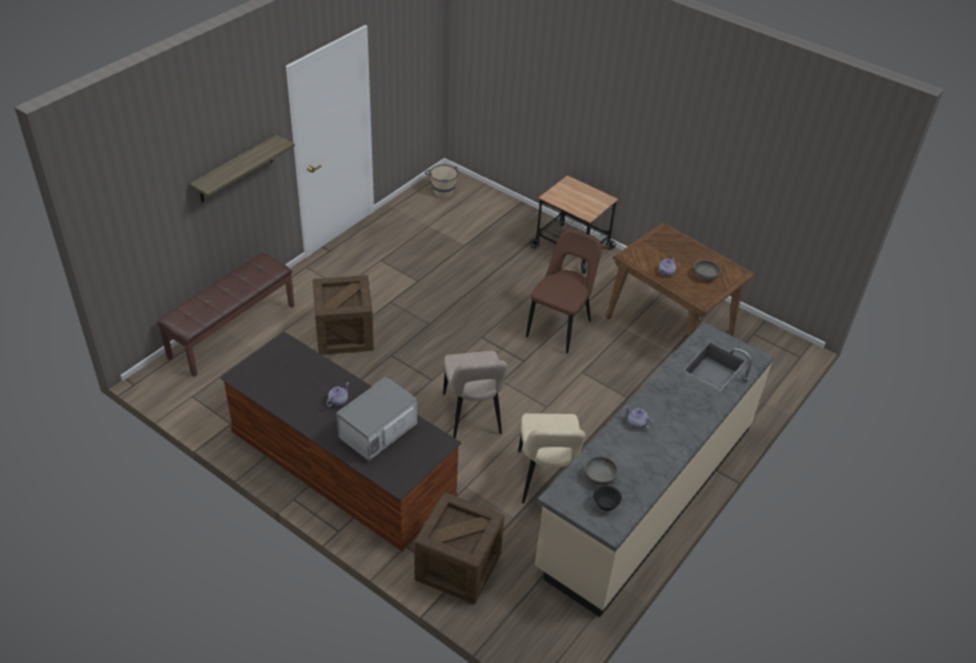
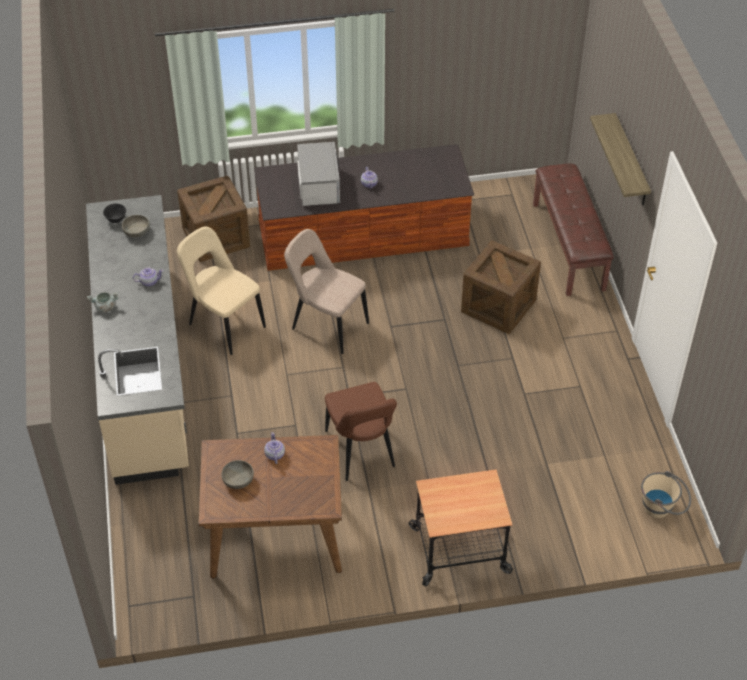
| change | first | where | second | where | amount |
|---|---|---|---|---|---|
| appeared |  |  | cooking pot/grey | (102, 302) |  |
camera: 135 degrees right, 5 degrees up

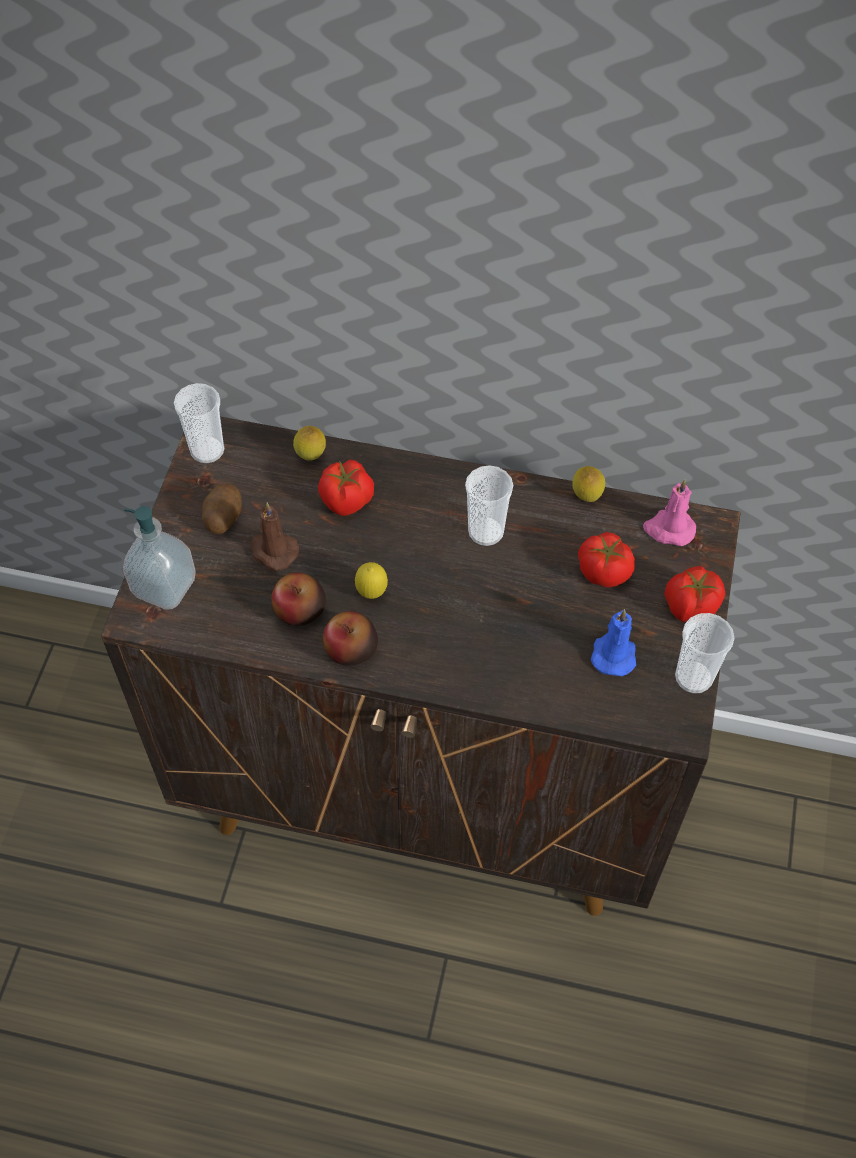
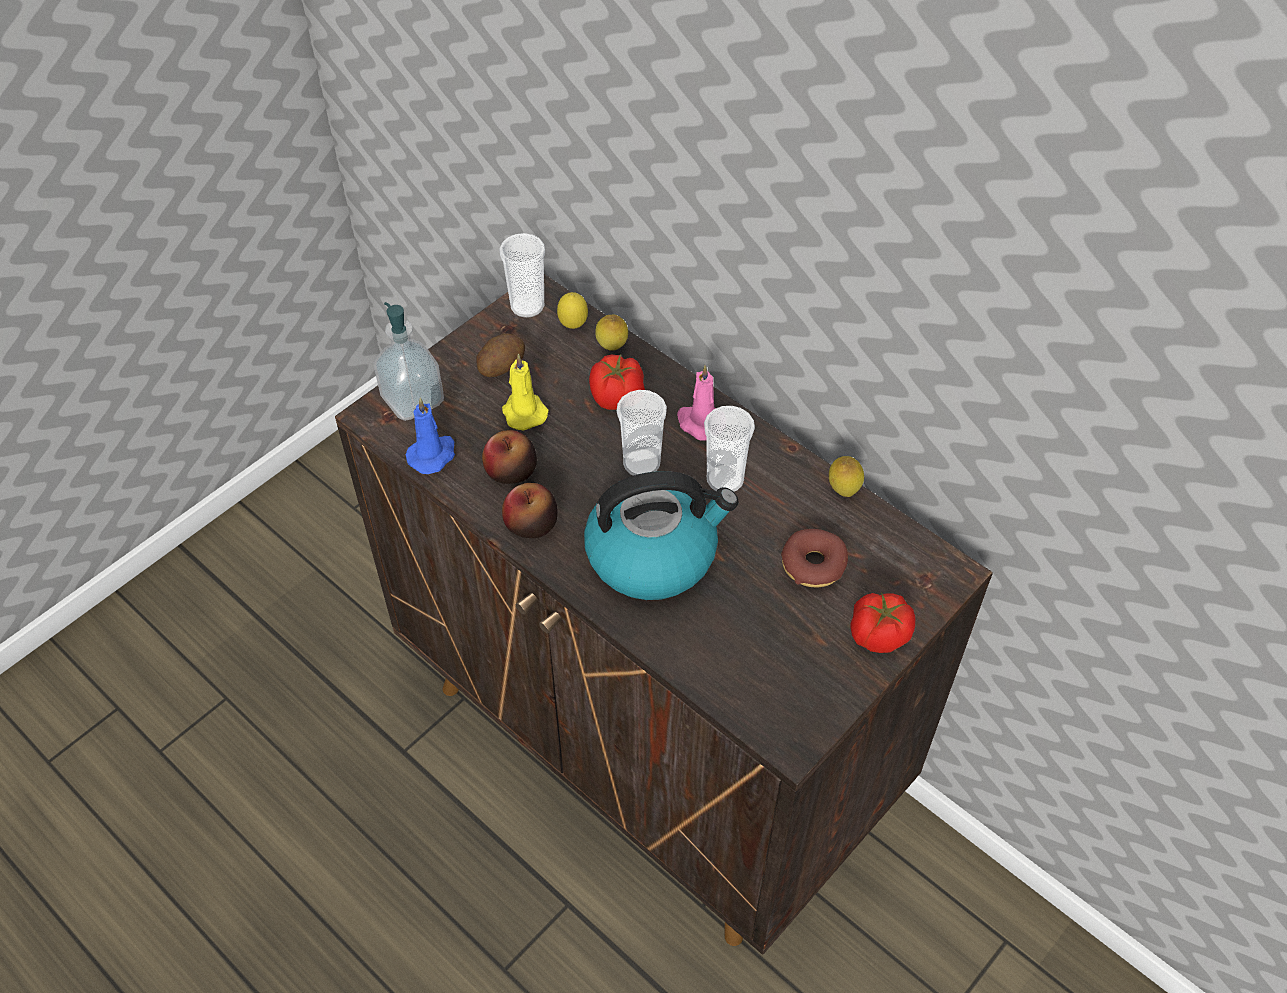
| change | first | where | second | where | amount |
|---|---|---|---|---|---|
| colour | candle/brown | (275, 536) | candle/yellow | (525, 392) |  |
| relocated | lemon | (371, 580) |  | (572, 310) |  |
| exchanged | tomato | (606, 560) | donut | (814, 558) |  |
| relocated | candle/blue | (613, 642) |  | (430, 435) |  |
| relocated | candle/pink | (669, 512) |  | (696, 403) |  |
| relocated | cup | (705, 653) |  | (642, 433) |  |
| appeared |  |  | kettle | (661, 535) |  |
camera: 30 degrees right, 5 degrees down

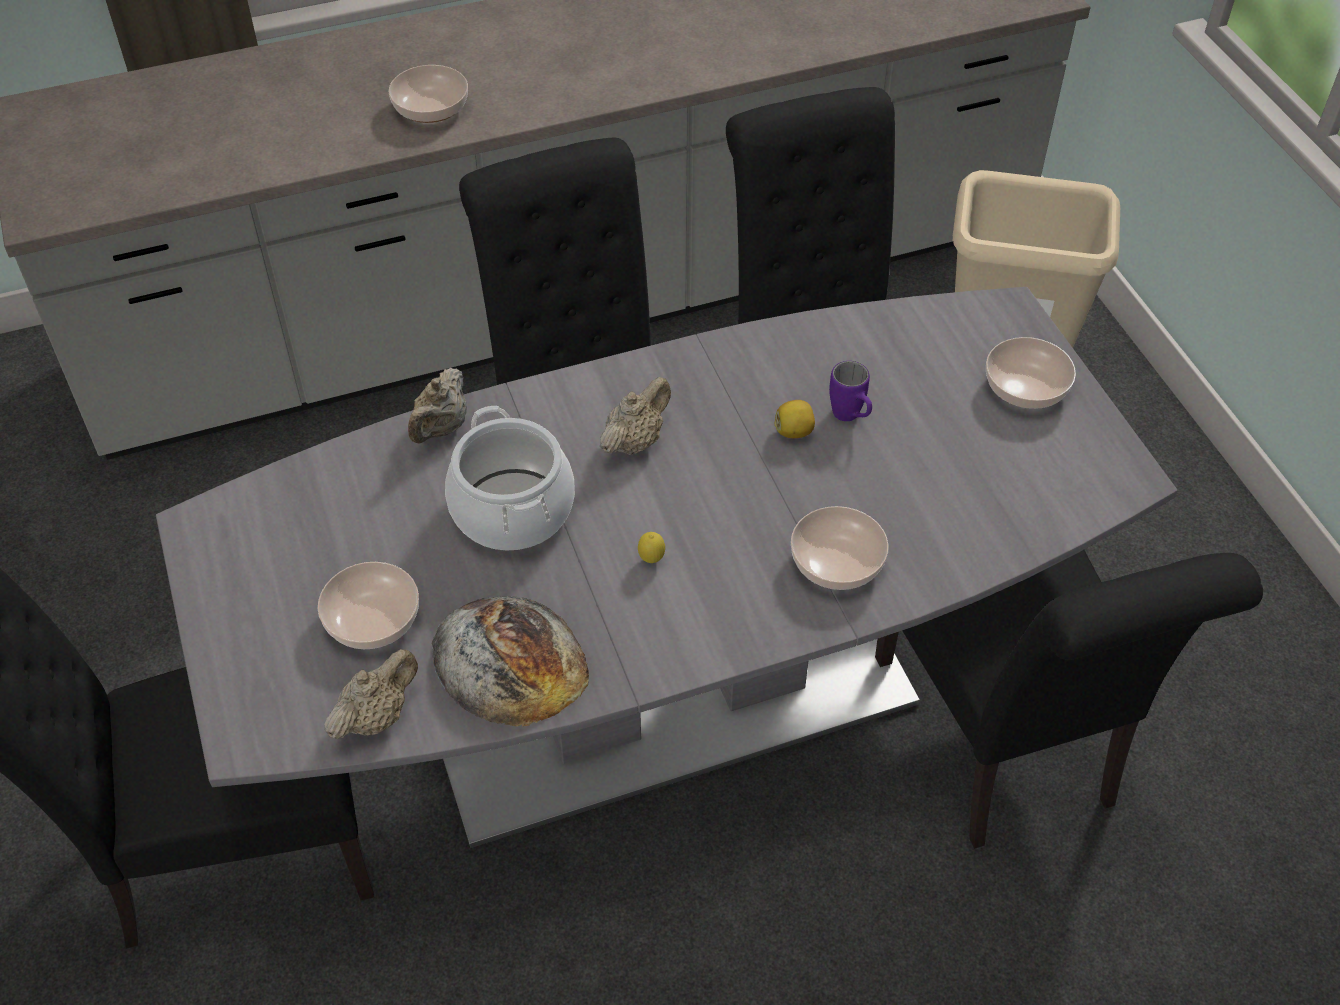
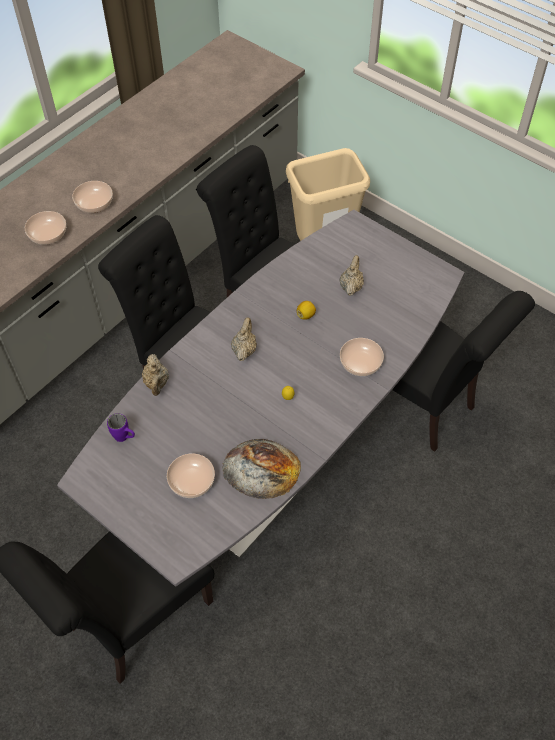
| change | first | where | second | where | amount |
|---|---|---|---|---|---|
| relocated | teapot/beige | (371, 694) |  | (352, 275) |  |
| missing | cooking pot | (510, 478) |  |  |  |
| relocated | mug/purple | (850, 391) |  | (121, 427) |  |
| relocated | bowl | (1031, 373) |  | (92, 197) |  |
camera: 30 degrees left, 5 degrees up

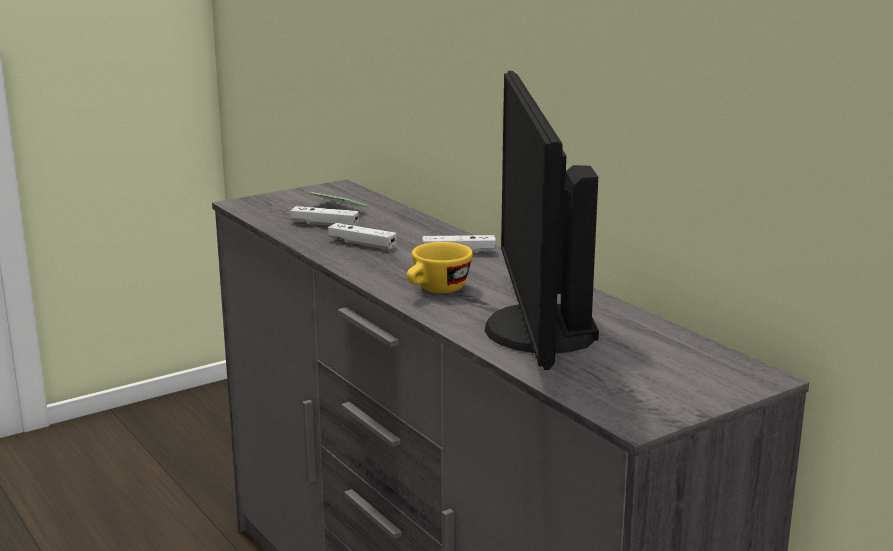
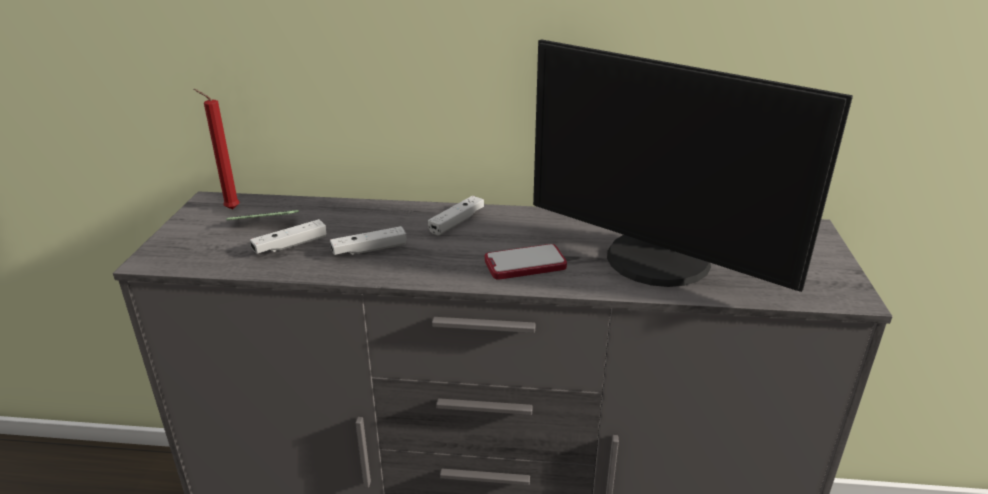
| change | first | where | second | where | amount |
|---|---|---|---|---|---|
| exchanged | cup/yellow | (440, 267) | phone | (526, 262) |  |
| appeared |  |  | candle/red | (216, 149) |  |
camera: 50 degrees left, 10 degrees up

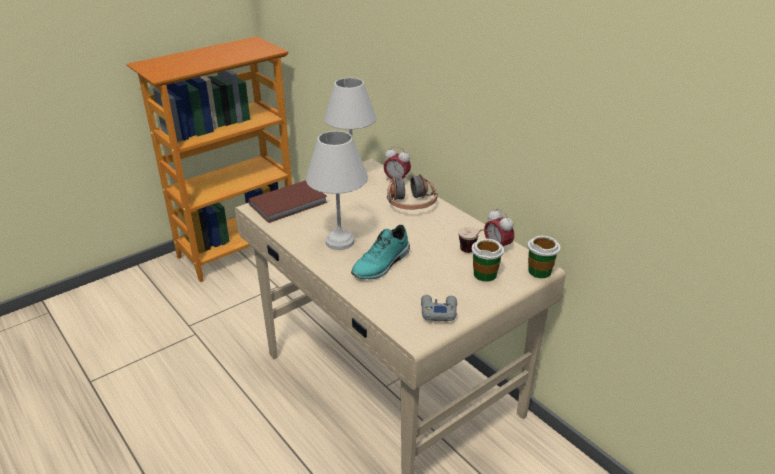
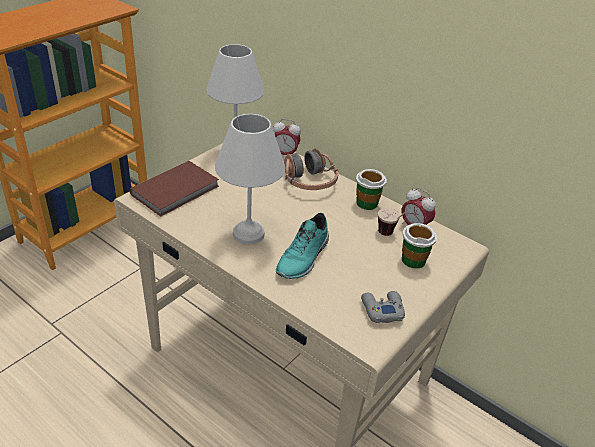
| change | first | where | second | where | amount |
|---|---|---|---|---|---|
| relocated | cup | (544, 257) |  | (371, 189) |  |
camera: 15 degrees left, 5 degrees up

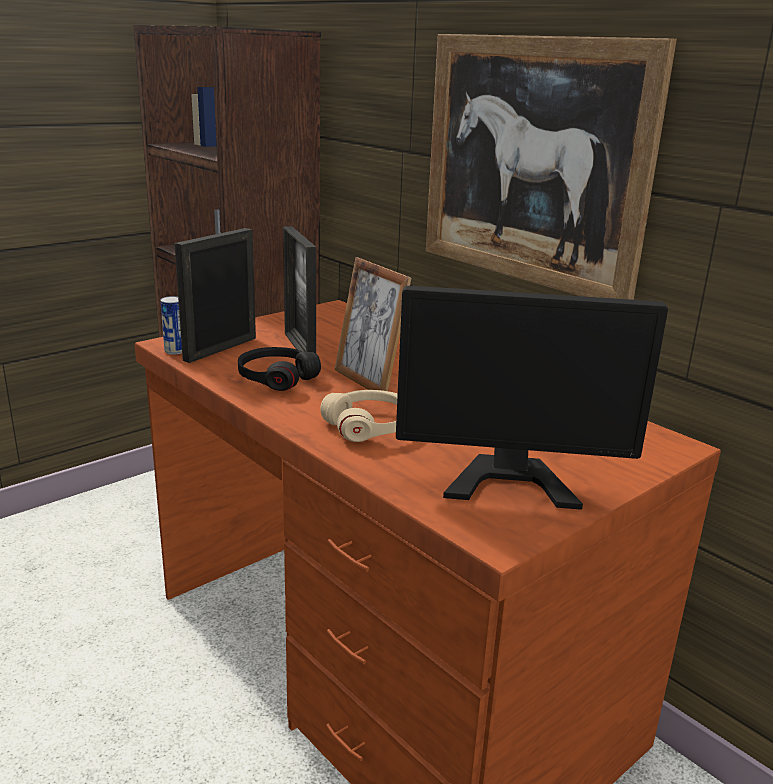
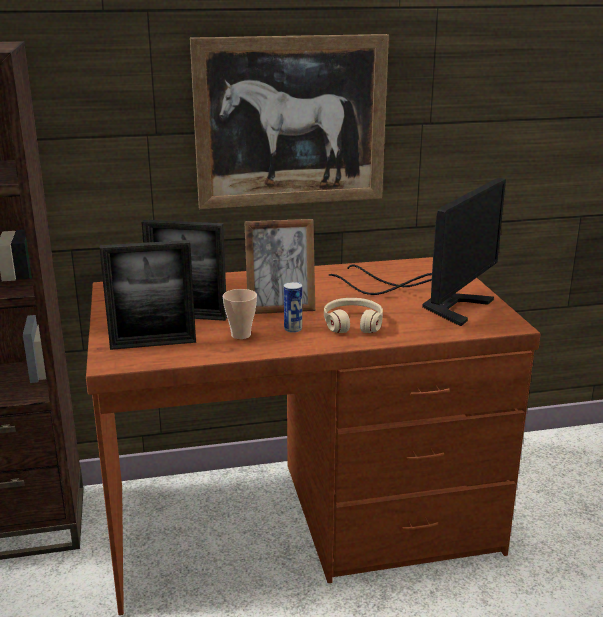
| change | first | where | second | where | amount |
|---|---|---|---|---|---|
| relocated | can | (171, 325) |  | (293, 307) |  |
| spun | picture frame | (215, 295) |  | (147, 295) | 75 degrees counterclockwise |
| exchanged | headphones/black | (279, 369) | cup | (240, 314) |  |
camera: 60 degrees left, 0 degrees up

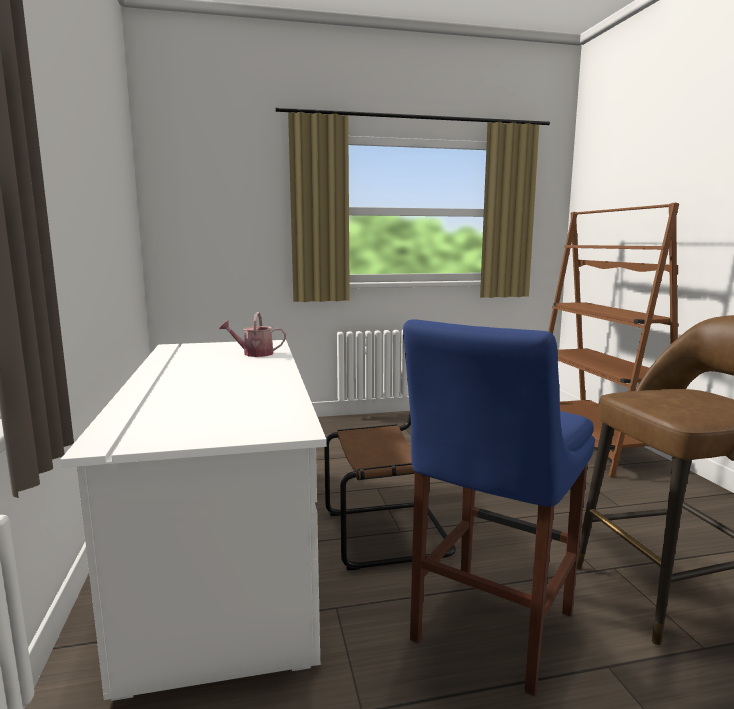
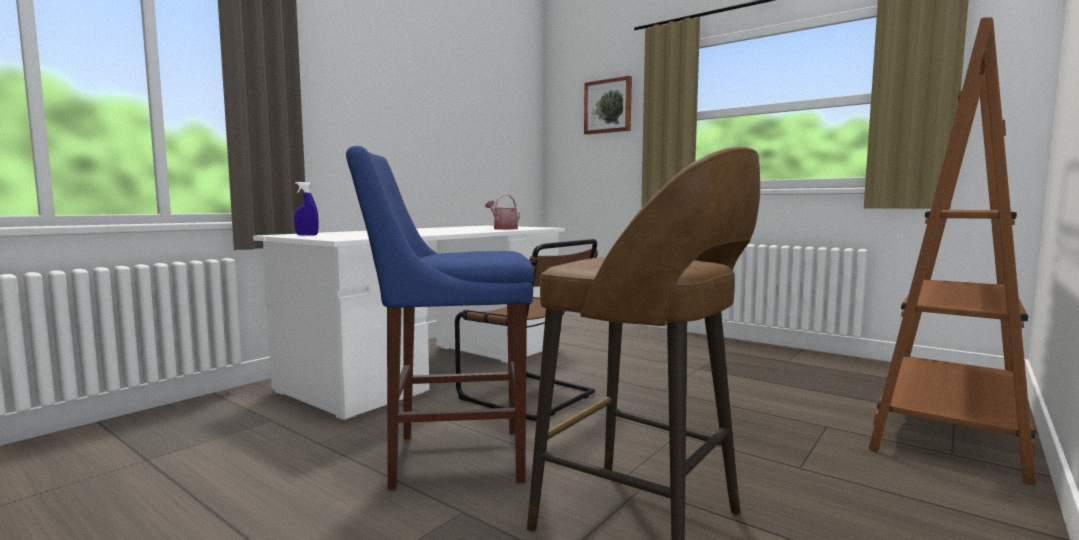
| change | first | where | second | where | amount |
|---|---|---|---|---|---|
| appeared |  |  | spray bottle/blue | (306, 209) |  |
| appeared |  |  | picture | (608, 105) |  |
camera: 50 degrees right, 5 degrees down

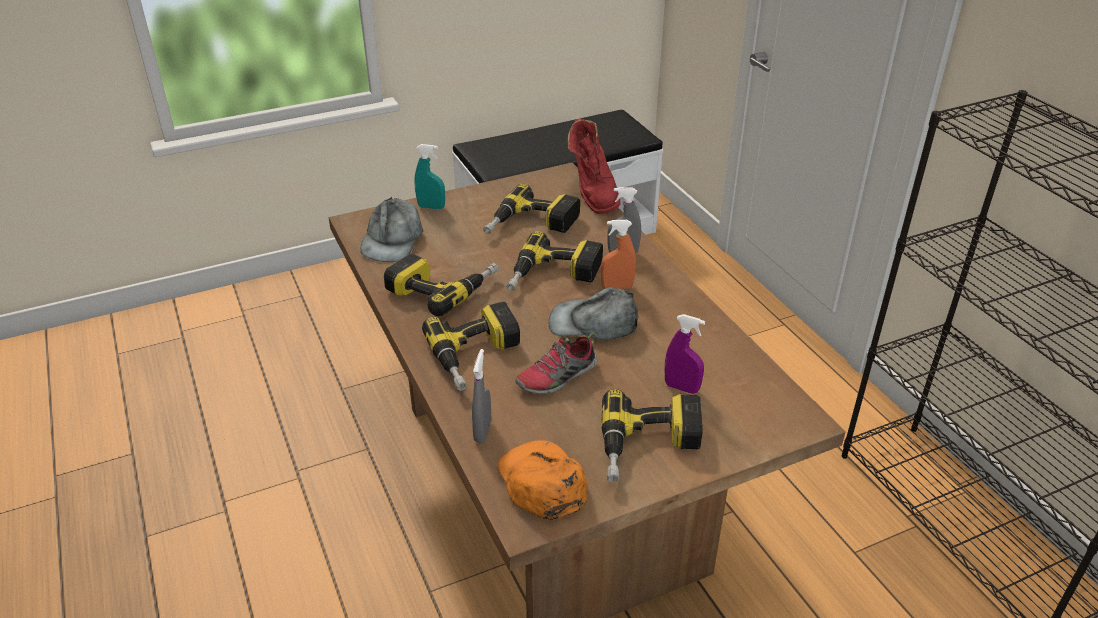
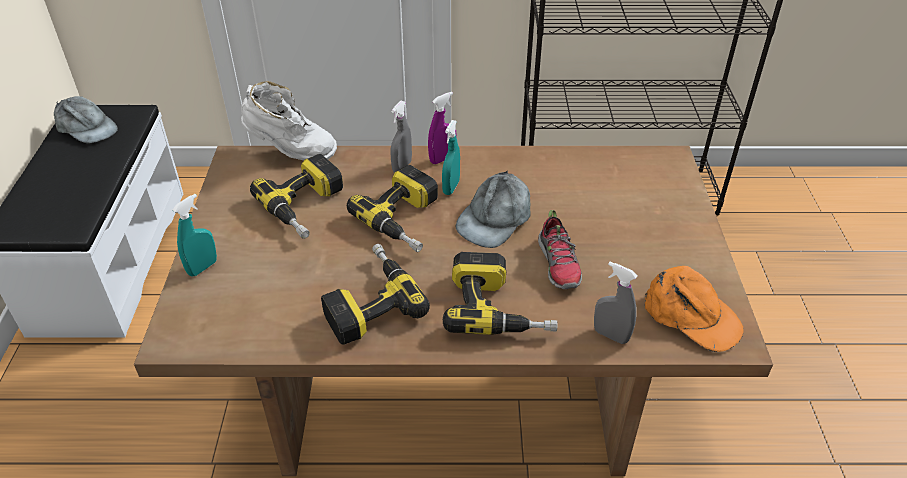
| change | first | where | second | where | amount |
|---|---|---|---|---|---|
| relocated | cap/grey | (391, 229) |  | (86, 119) |  |
| spun | cap/orange | (542, 480) |  | (694, 309) | 135 degrees counterclockwise |
| colour | boot/red | (594, 166) | boot/white | (289, 120) |  |
| colour | spray bottle/orange | (618, 254) | spray bottle/turquoise | (451, 157) |  |
| missing | power drill | (652, 436) |  |  |  |
| relocated | spray bottle/purple | (685, 354) |  | (442, 128) |  |
camera: 65 degrees left, 5 degrees up

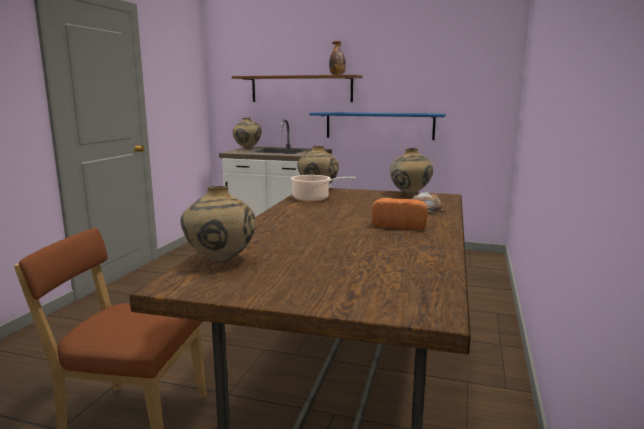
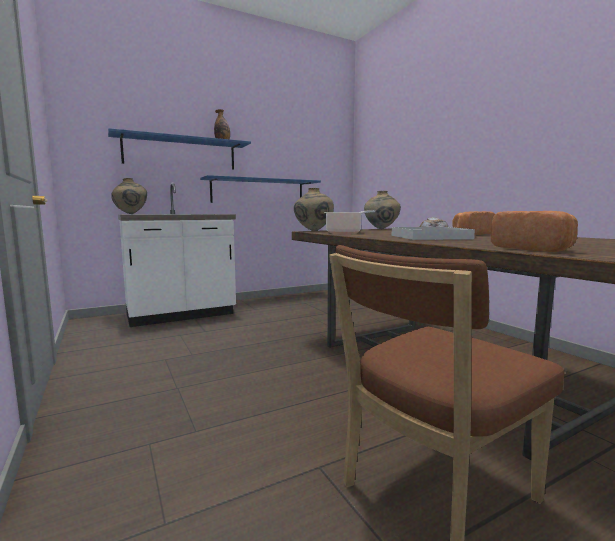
| change | first | where | second | where | amount |
|---|---|---|---|---|---|
| exchanged | vase/beige | (218, 224) | bread | (534, 231) |  |
| colour | shelf/brown | (297, 88) | shelf/blue | (179, 149) |  |
| appeared |  |  | tray/white | (433, 233) |  |
camera: 45 degrees left, 5 degrees down

